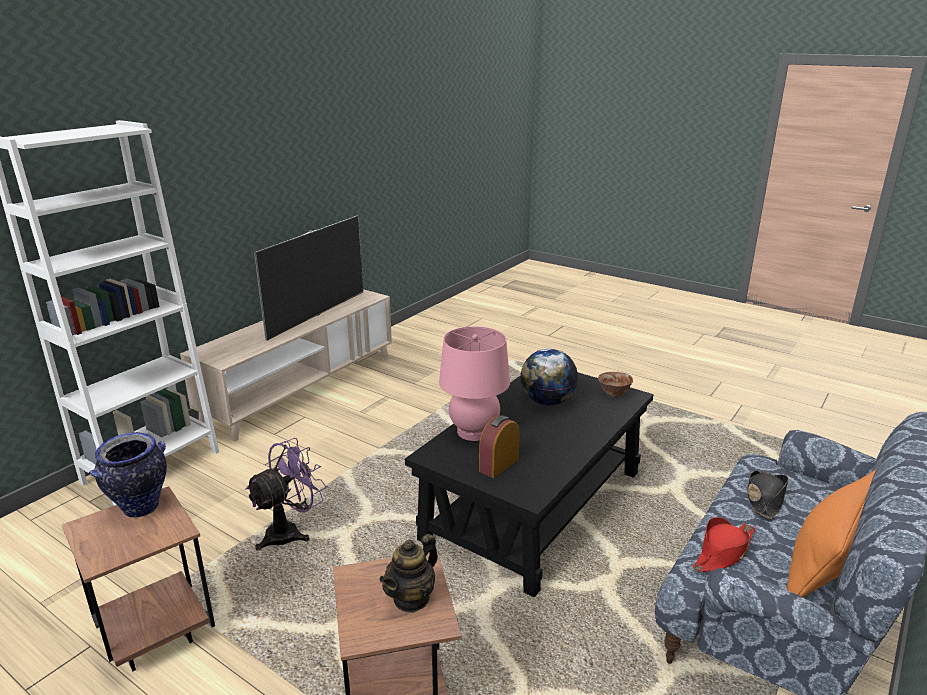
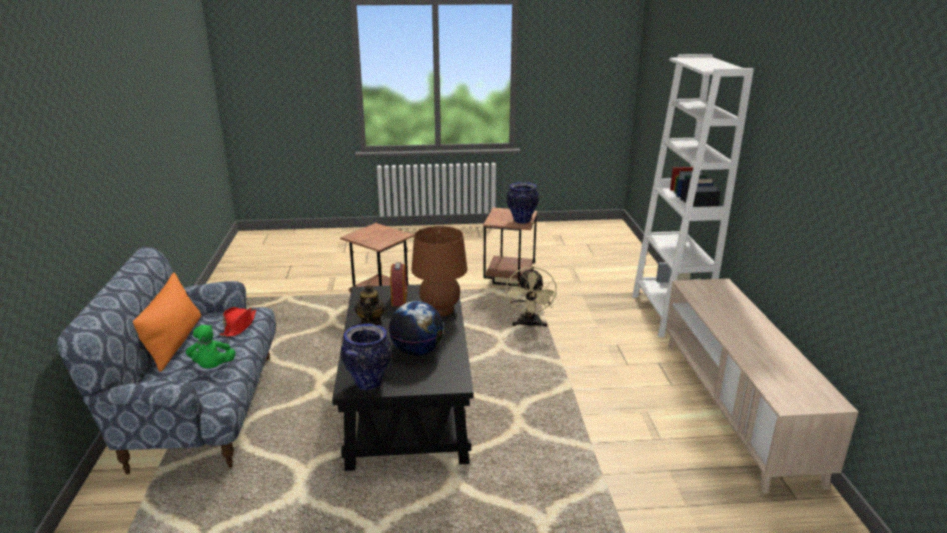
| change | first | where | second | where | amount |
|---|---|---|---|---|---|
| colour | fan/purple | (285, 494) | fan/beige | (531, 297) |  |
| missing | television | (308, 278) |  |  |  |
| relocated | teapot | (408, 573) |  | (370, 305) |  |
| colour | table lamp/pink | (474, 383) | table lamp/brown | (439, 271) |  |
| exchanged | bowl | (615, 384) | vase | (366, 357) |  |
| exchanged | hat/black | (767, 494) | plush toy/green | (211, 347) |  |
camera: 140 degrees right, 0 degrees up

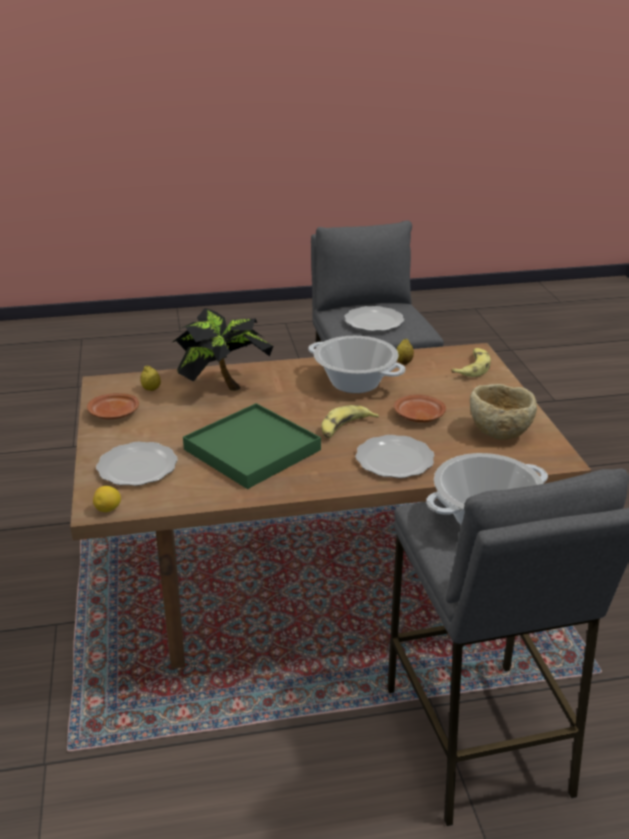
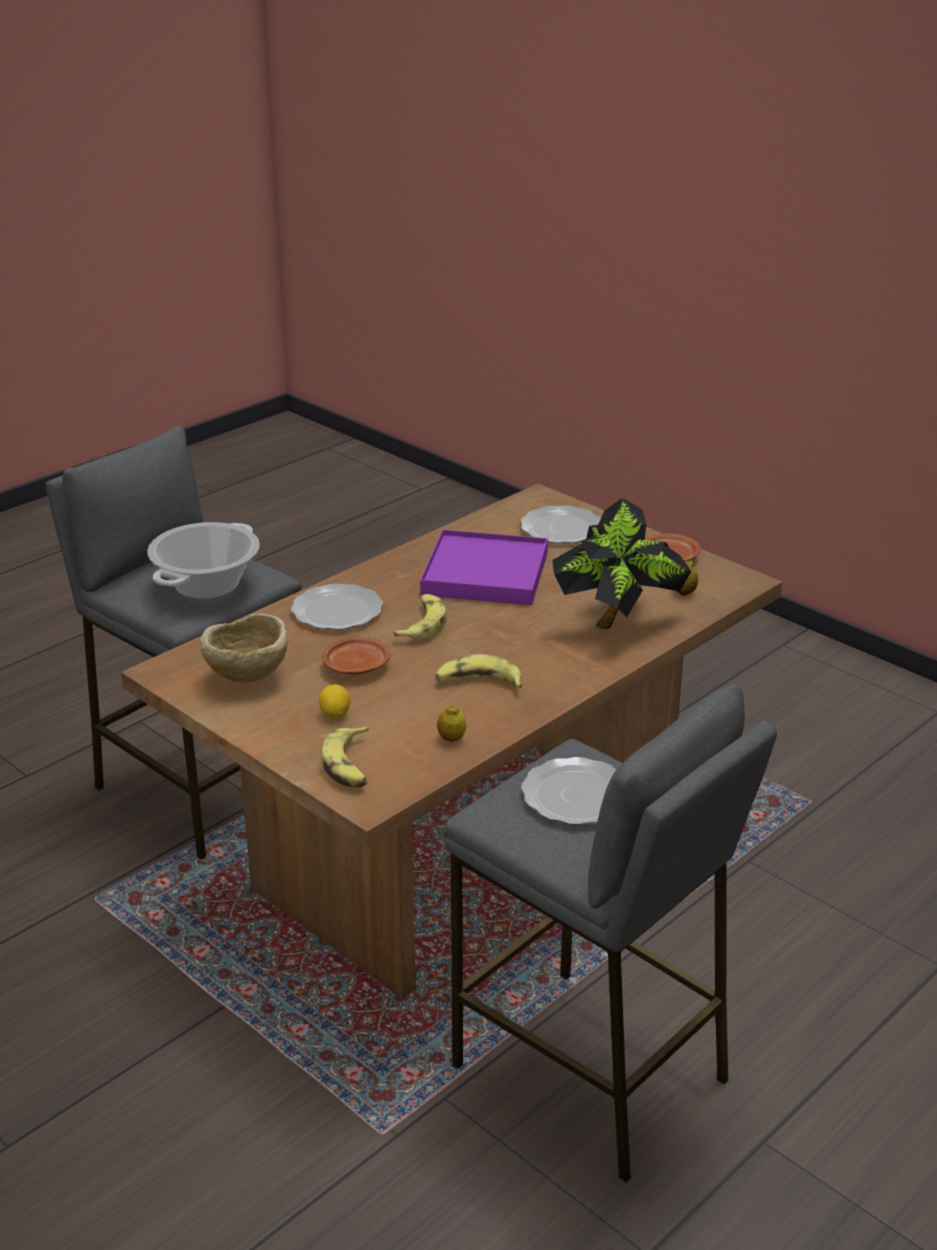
| change | first | where | second | where | amount |
|---|---|---|---|---|---|
| relocated | lemon | (107, 499) |  | (334, 701) |  |
| colour | tray/green | (252, 446) | tray/purple | (484, 567) |  |
| exchanged | cooking pot | (357, 364) | banana | (478, 671) |  |
camera: 145 degrees right, 0 degrees up

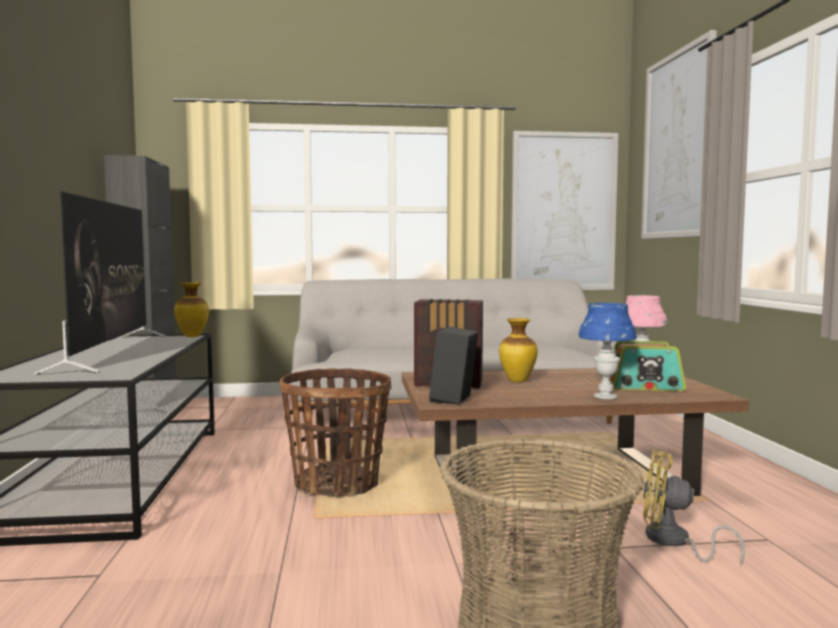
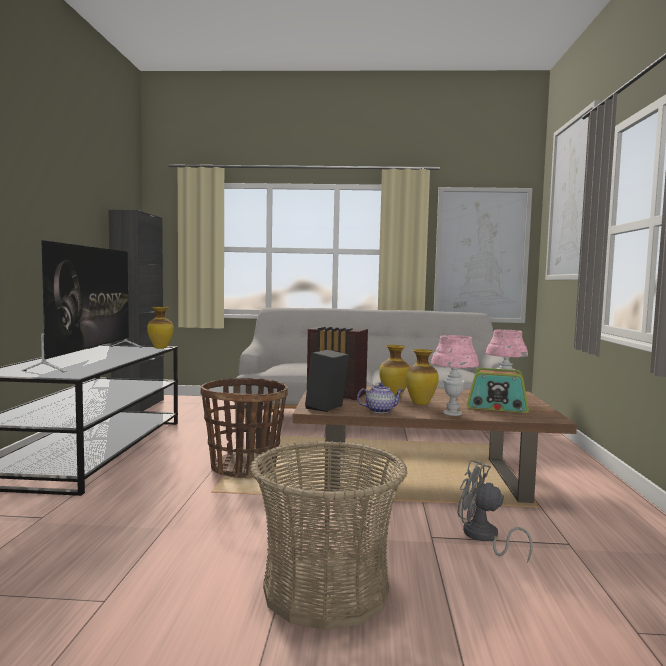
| change | first | where | second | where | amount |
|---|---|---|---|---|---|
| colour | table lamp/blue | (607, 351) | table lamp/pink | (455, 375) |  |
| colour | fan/yellow | (694, 508) | fan/grey | (495, 511) |  |
| appeared |  |  | teapot | (380, 398) |  |
| appeared |  |  | vase | (422, 377) |  |
camera: 10 degrees right, 0 degrees up

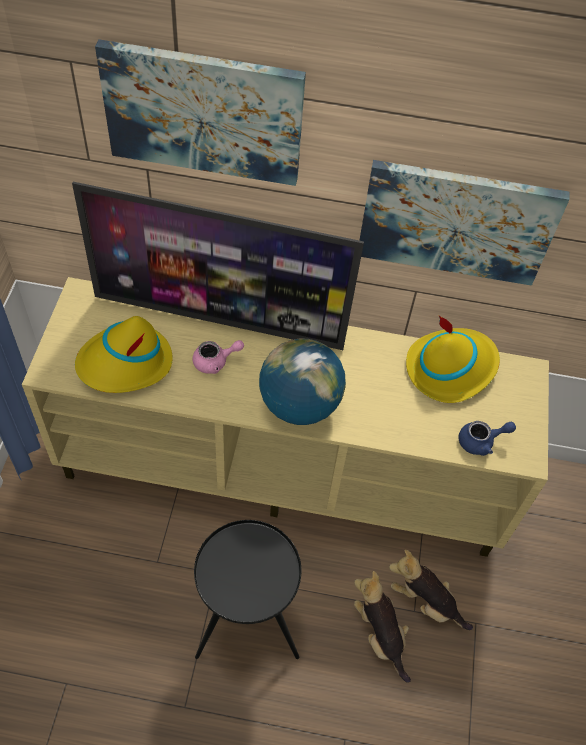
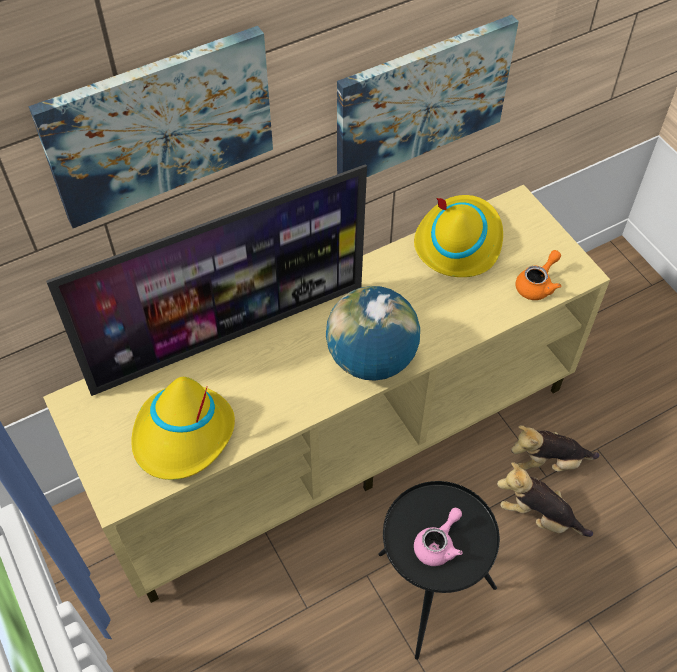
| change | first | where | second | where | amount |
|---|---|---|---|---|---|
| relocated | teapot/pink | (218, 357) |  | (438, 537) |  |
| colour | teapot/blue | (487, 438) | teapot/orange | (538, 275) |  |
camera: 35 degrees left, 0 degrees up

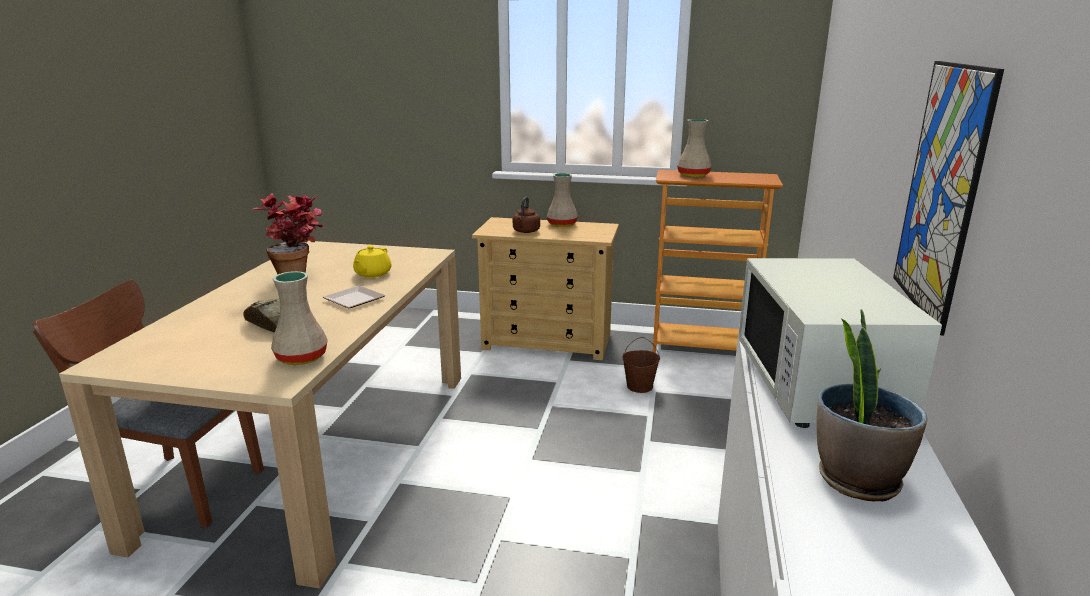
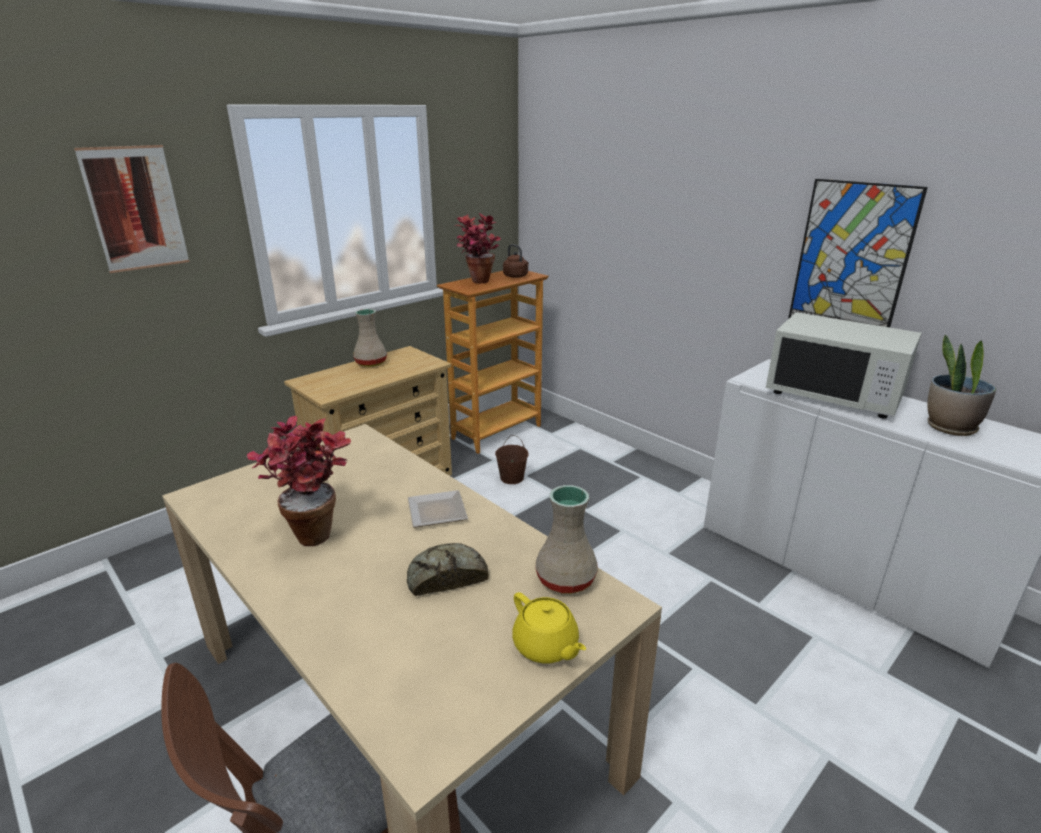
| change | first | where | second | where | amount |
|---|---|---|---|---|---|
| relocated | teapot/yellow | (372, 261) |  | (549, 627) |  |
| relocated | kettle/brown | (526, 215) |  | (516, 261) |  |
| exchanged | vase/beige | (694, 148) | potted plant | (478, 248) |  |
| appeared |  |  | picture | (132, 209) |  |
camera: 55 degrees left, 5 degrees up

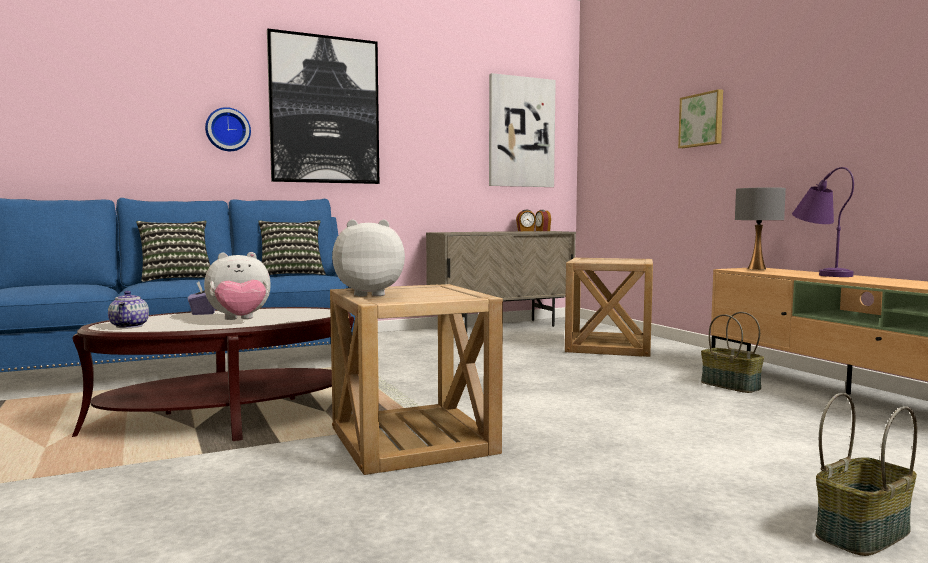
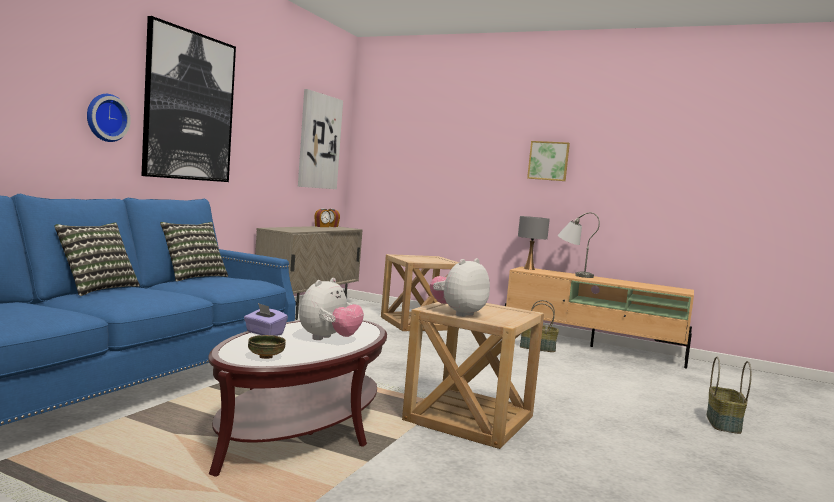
| change | first | where | second | where | amount |
|---|---|---|---|---|---|
| exchanged | teapot | (128, 309) | bowl | (267, 347) |  |
| relocated | picture | (700, 118) |  | (548, 161) |  |
| colour | table lamp/purple | (823, 222) | table lamp/grey | (579, 245) |  |
camera: 40 degrees left, 0 degrees up

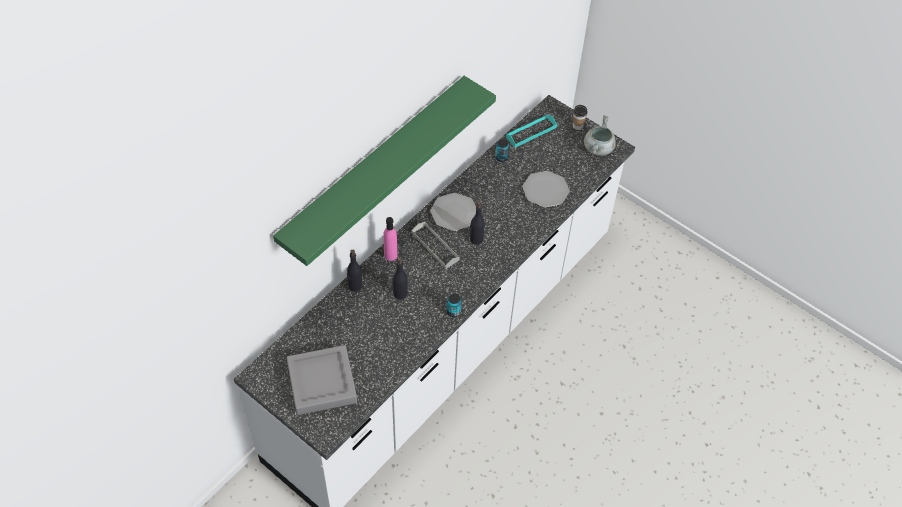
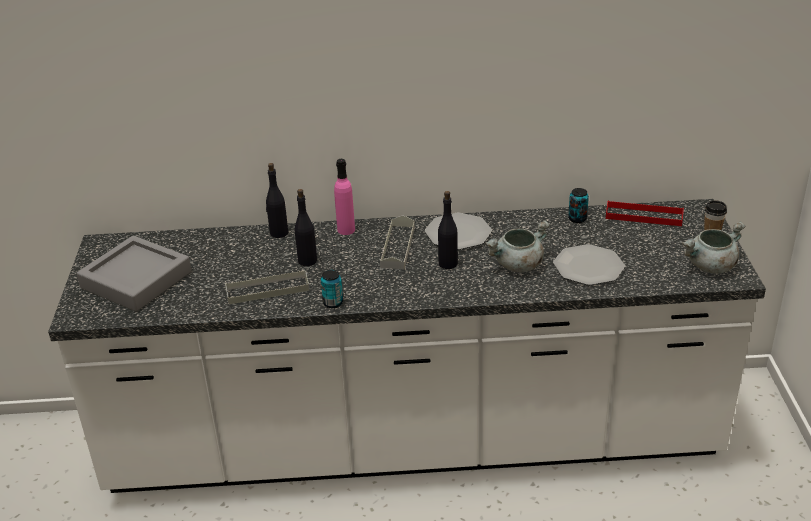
| change | first | where | second | where | amount |
|---|---|---|---|---|---|
| missing | shelf/green | (384, 171) |  |  |  |
| colour | tray/turquoise | (531, 130) | tray/red | (645, 213) |  |
| appeared |  |  | tray/grey | (267, 287) |  |
| appeared |  |  | cooking pot/grey | (517, 246) |  |
camera: 50 degrees right, 20 degrees down

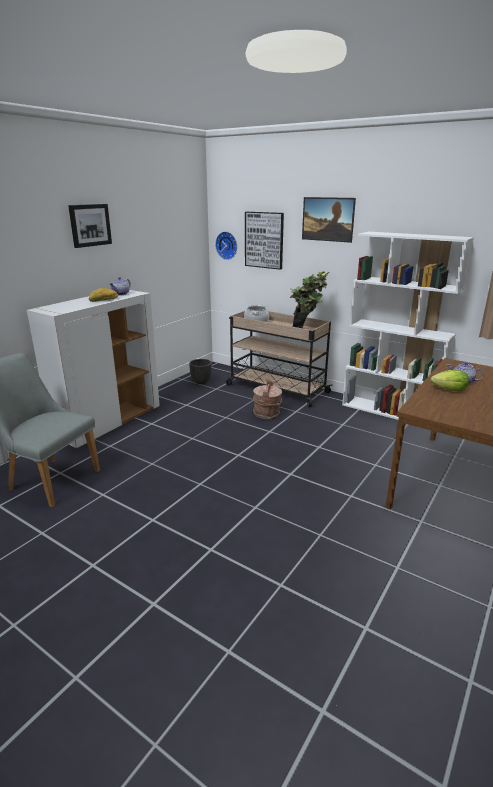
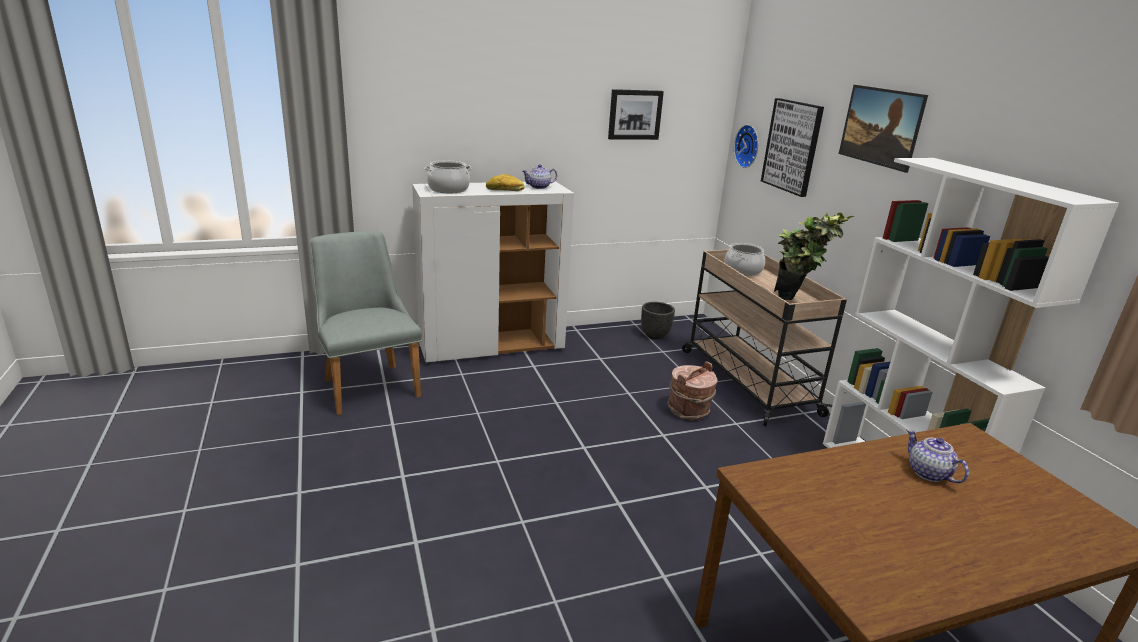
| change | first | where | second | where | amount |
|---|---|---|---|---|---|
| relocated | picture | (90, 226) |  | (636, 114) |  |
| missing | lettuce | (450, 380) |  |  |  |
| appeared |  |  | cooking pot | (448, 176) |  |
camera: 35 degrees right, 0 degrees up

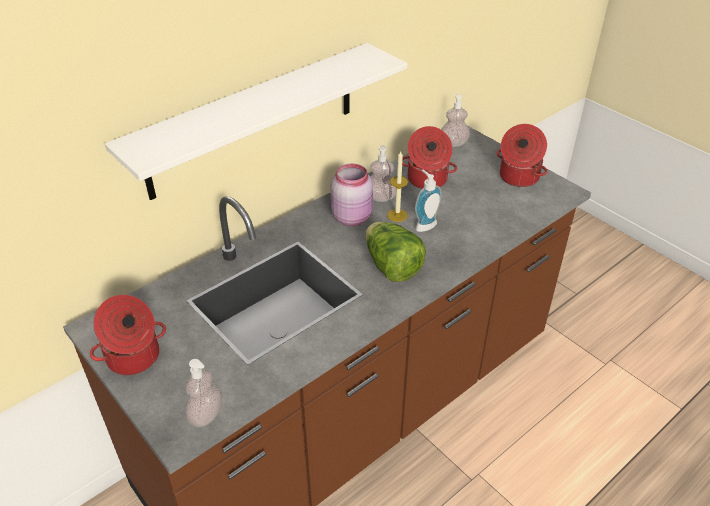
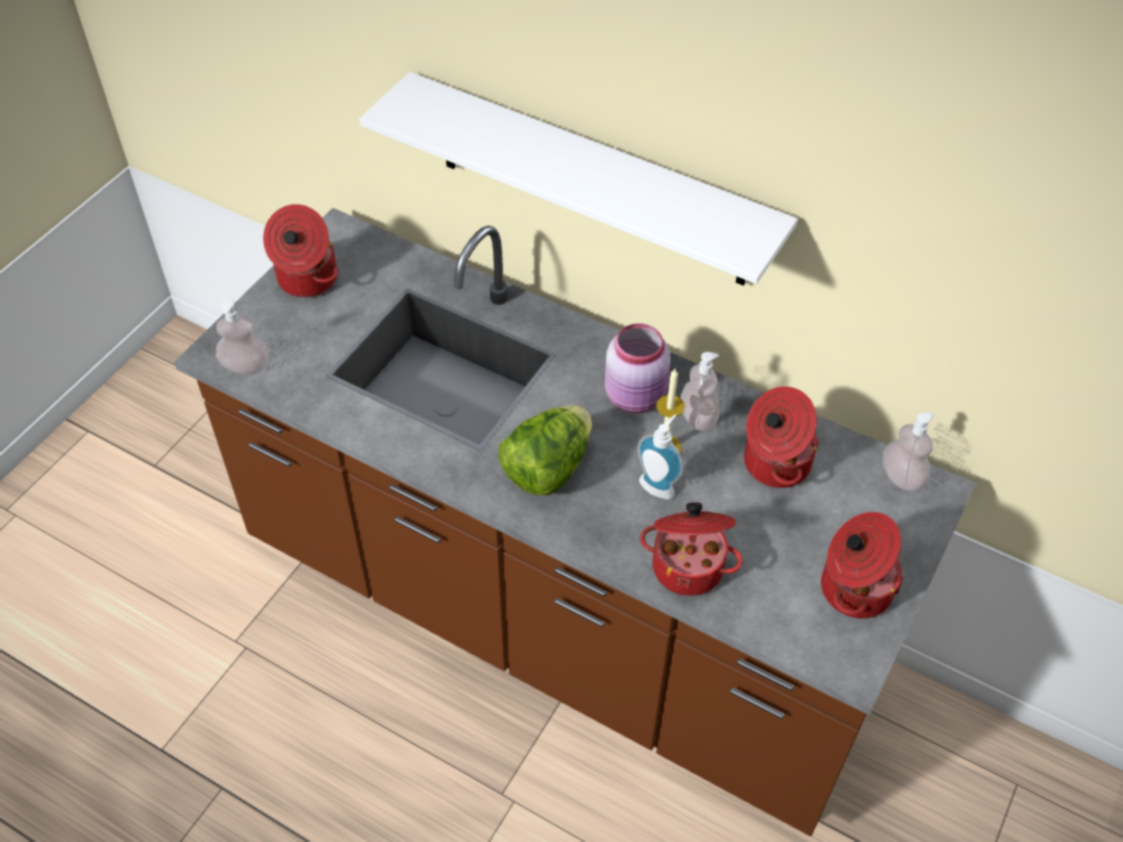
| change | first | where | second | where | amount |
|---|---|---|---|---|---|
| appeared |  |  | cooking pot | (691, 549) |  |
camera: 70 degrees right, 10 degrees up

